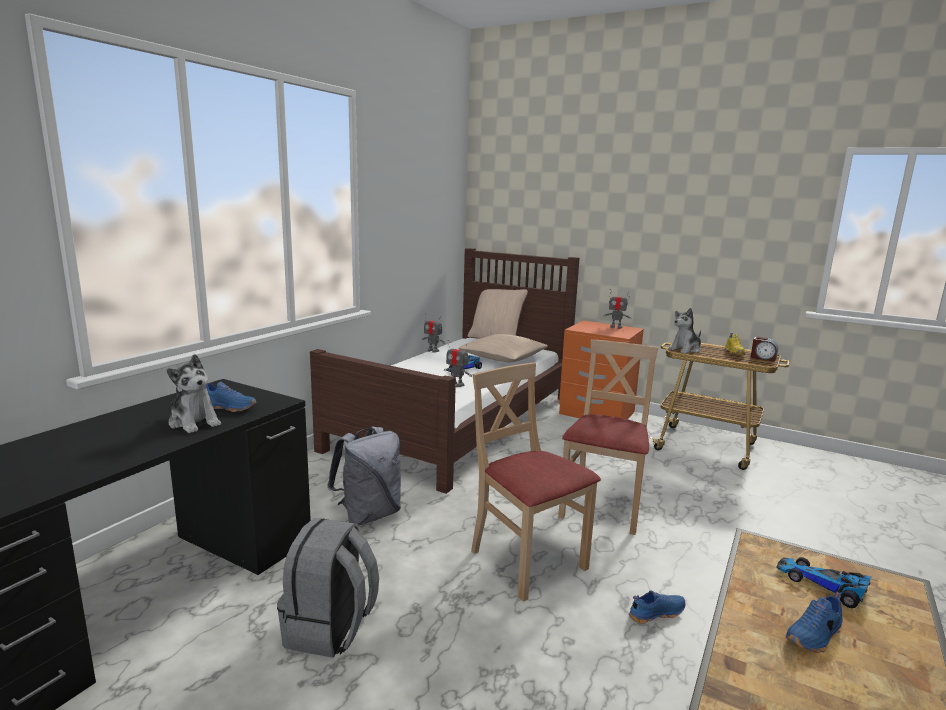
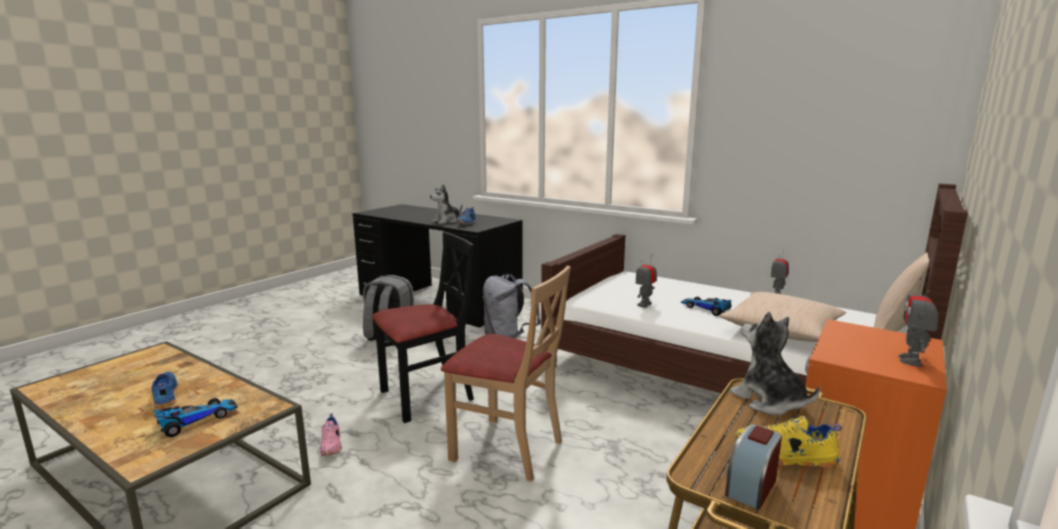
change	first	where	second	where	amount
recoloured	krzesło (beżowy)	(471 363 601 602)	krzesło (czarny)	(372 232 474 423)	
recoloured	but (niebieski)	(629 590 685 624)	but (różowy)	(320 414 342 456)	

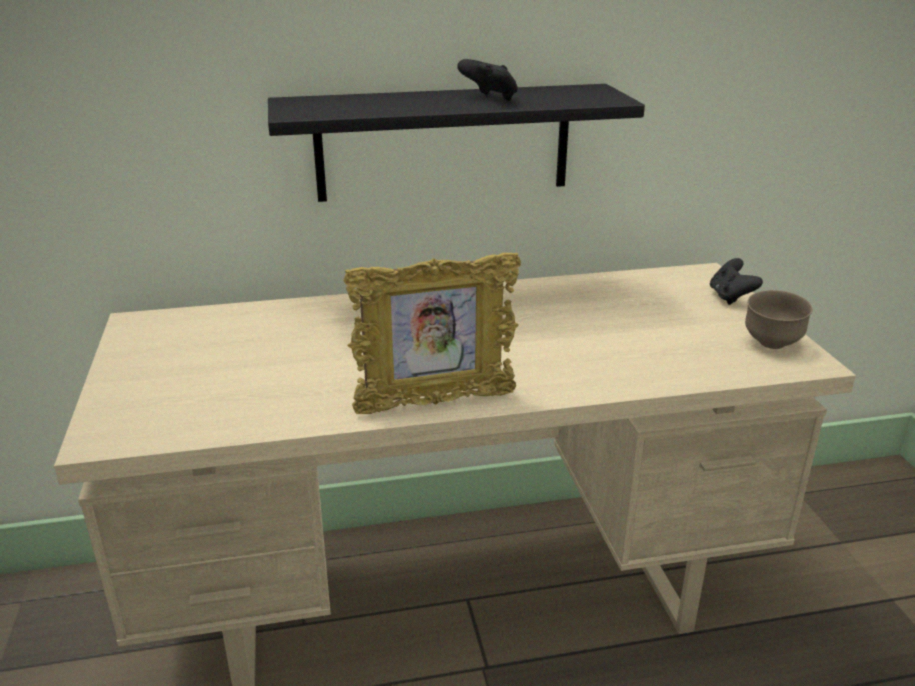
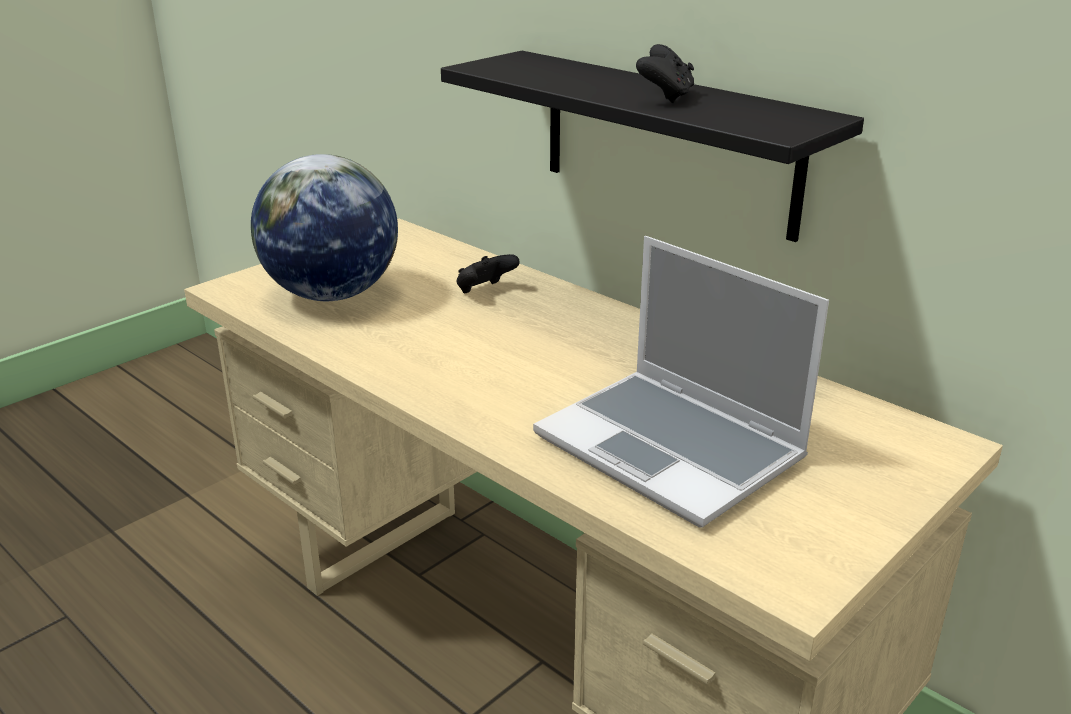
change	first	where	second	where	amount
removed	ramka na zdjęcie	(344 252 521 414)			
moved	pad do gier (czarny)	(710 258 763 305)		(456 254 520 293)	
removed	miska (brązowy)	(745 290 812 349)			
added			globus	(251 154 398 301)	
added			laptop	(533 236 829 528)	

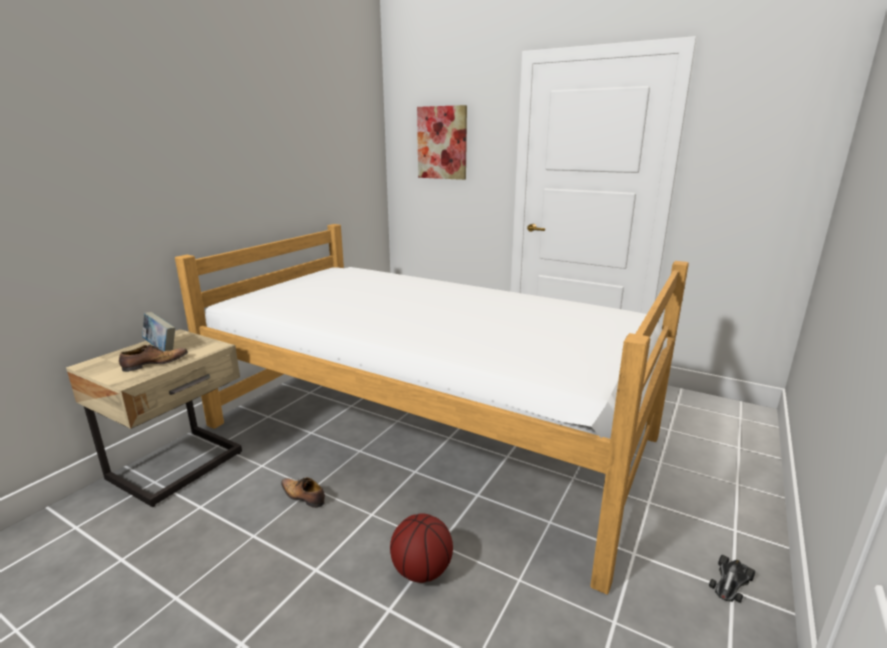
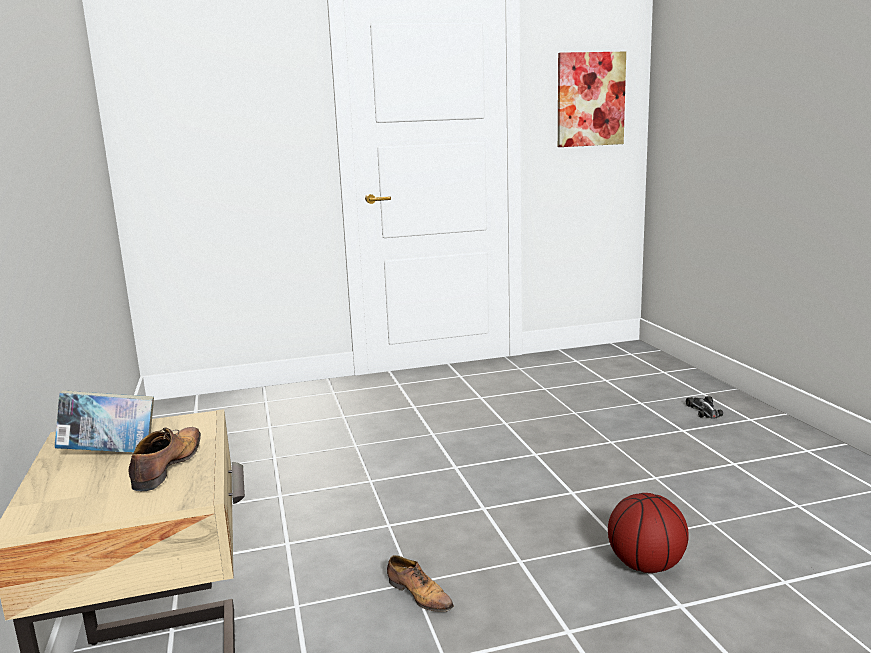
change	first	where	second	where	amount
moved	obraz	(417 105 467 180)		(558 52 626 147)	
removed	łóżko	(175 224 689 594)			
turned	but	(281 477 325 508)		(387 555 454 612)	120 degrees counterclockwise
moved	samochodzik	(709 555 755 603)		(686 396 723 418)	

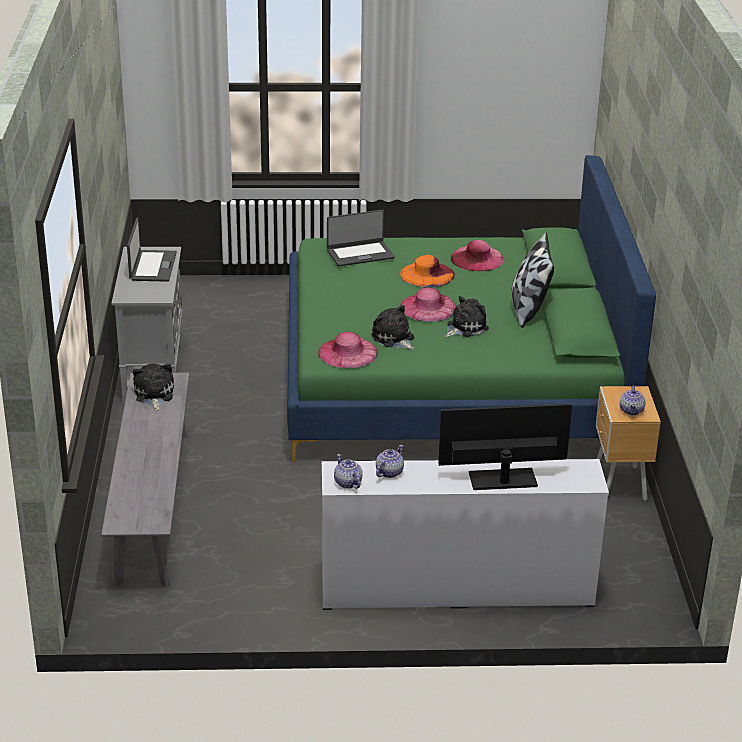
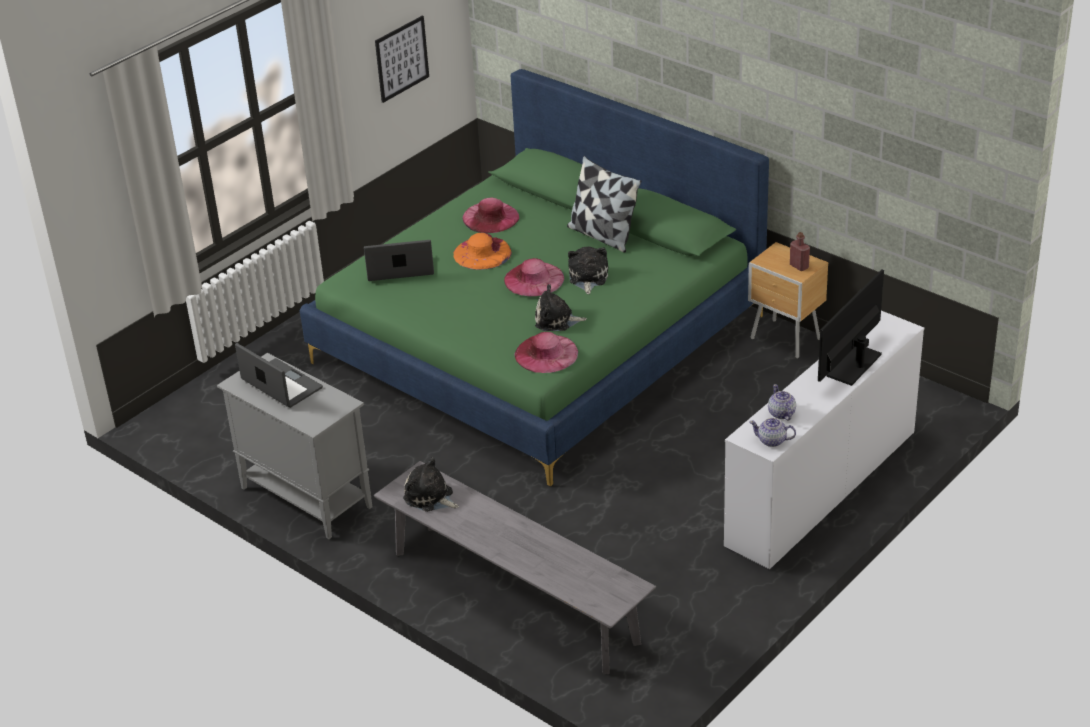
change	first	where	second	where	amount
turned	laptop	(327 209 395 266)		(364 240 434 281)	120 degrees counterclockwise
replaced	imbryk	(620 386 646 415)	butelka (czerwony)	(790 232 810 271)	
added			obraz	(375 16 429 103)	

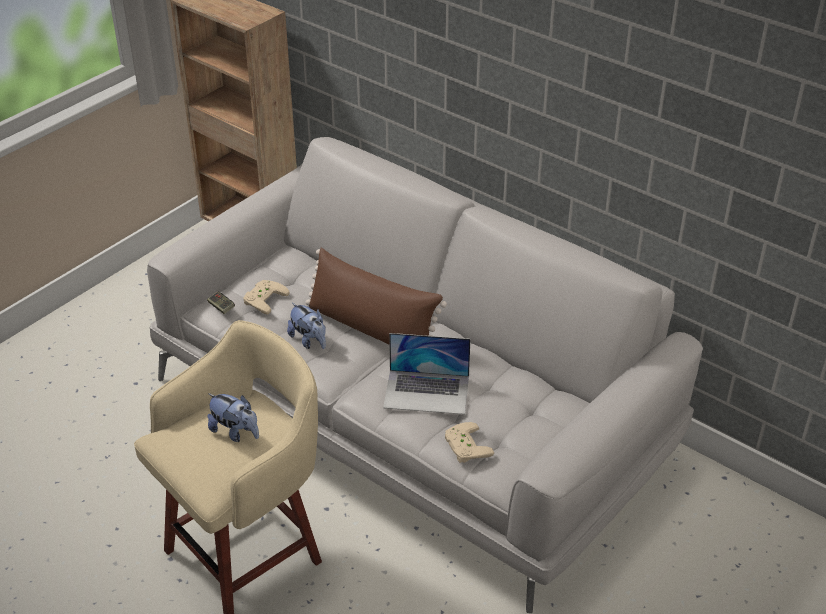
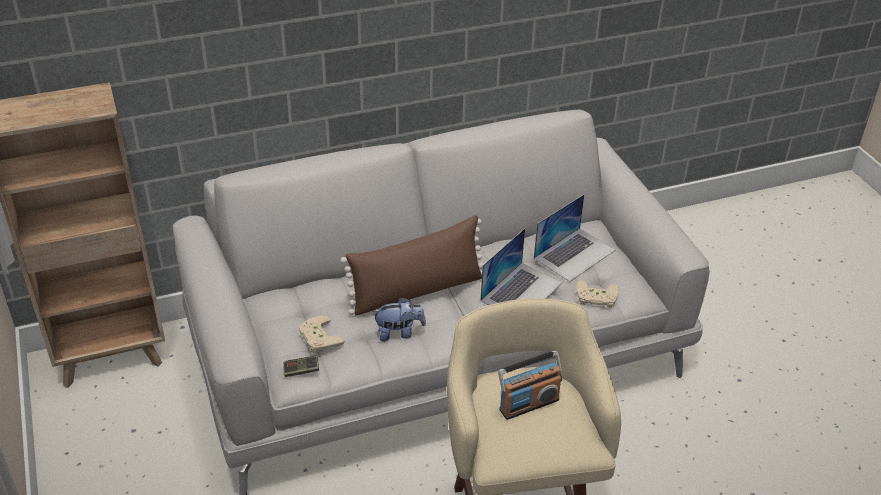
change	first	where	second	where	amount
replaced	pluszak	(207 393 259 442)	radio	(498 350 562 420)	
added			laptop	(534 194 615 282)	

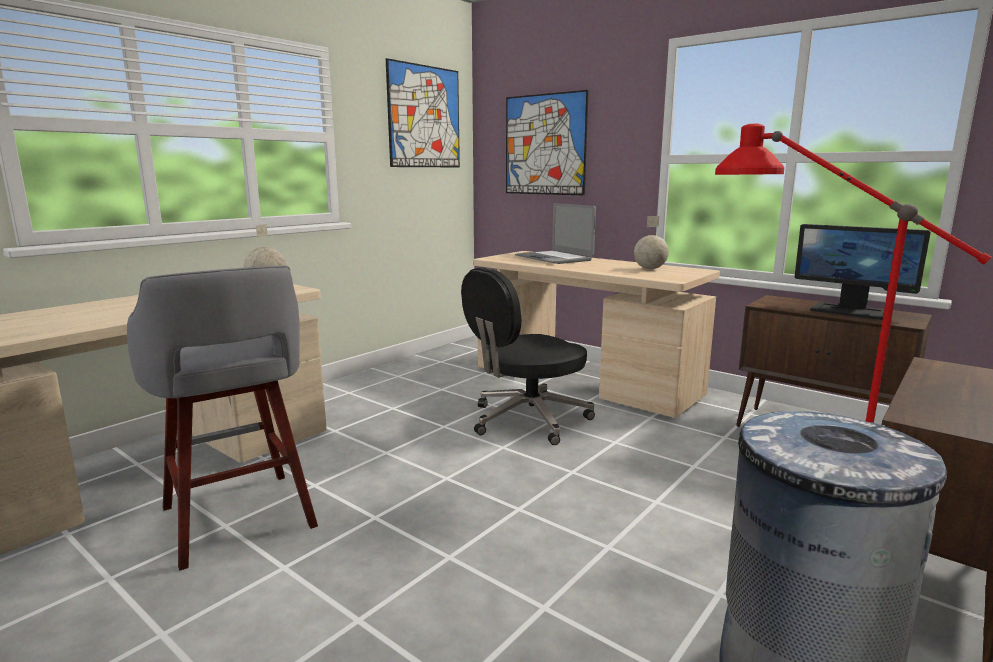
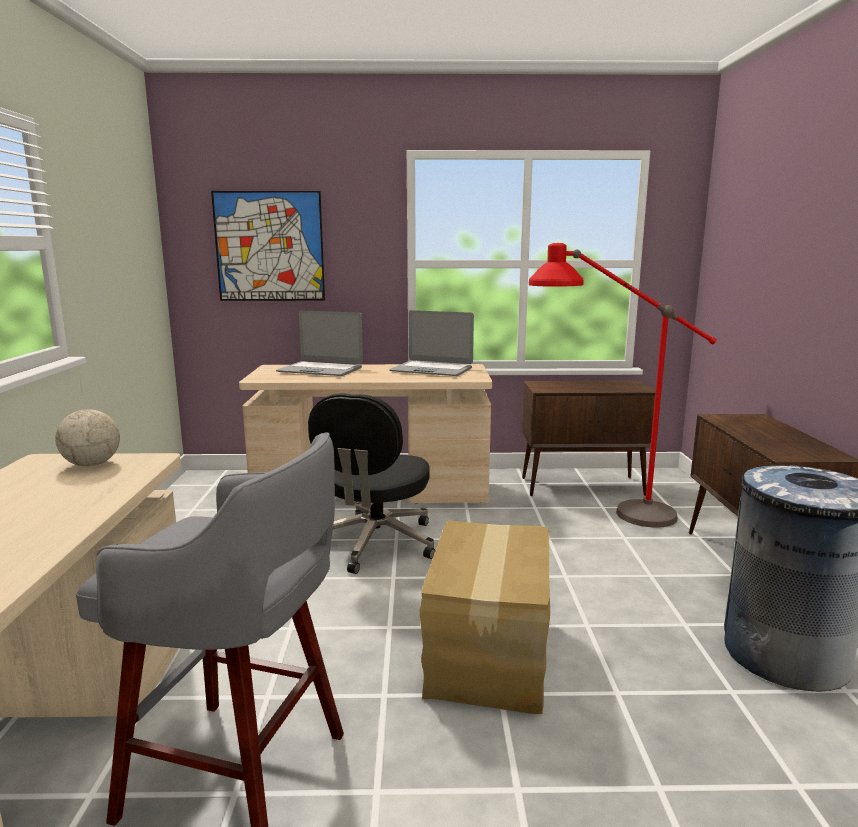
change	first	where	second	where	amount
removed	obraz	(386 58 460 167)			
replaced	globus	(634 216 669 269)	laptop	(389 310 474 376)	
removed	monitor	(795 224 931 320)			
added			karton	(420 520 550 714)	

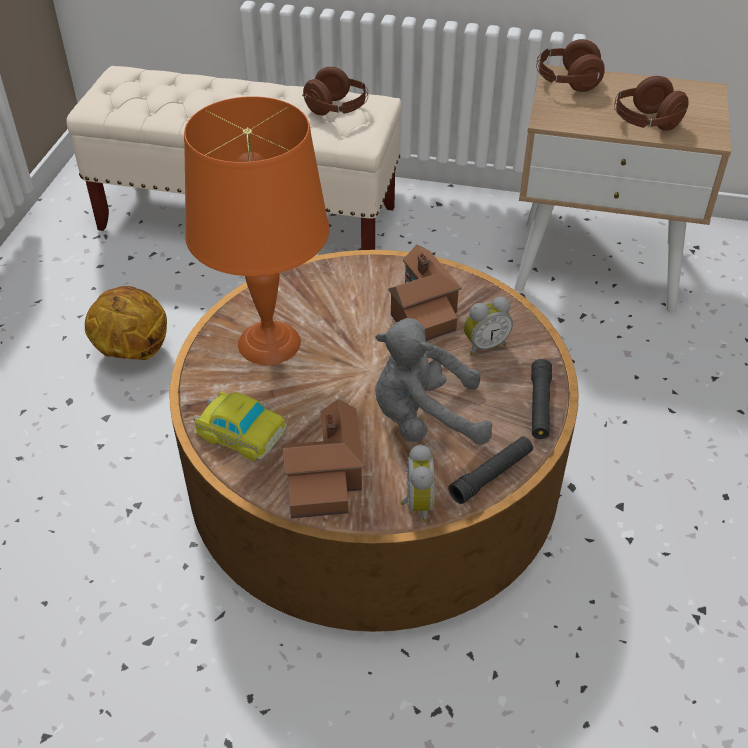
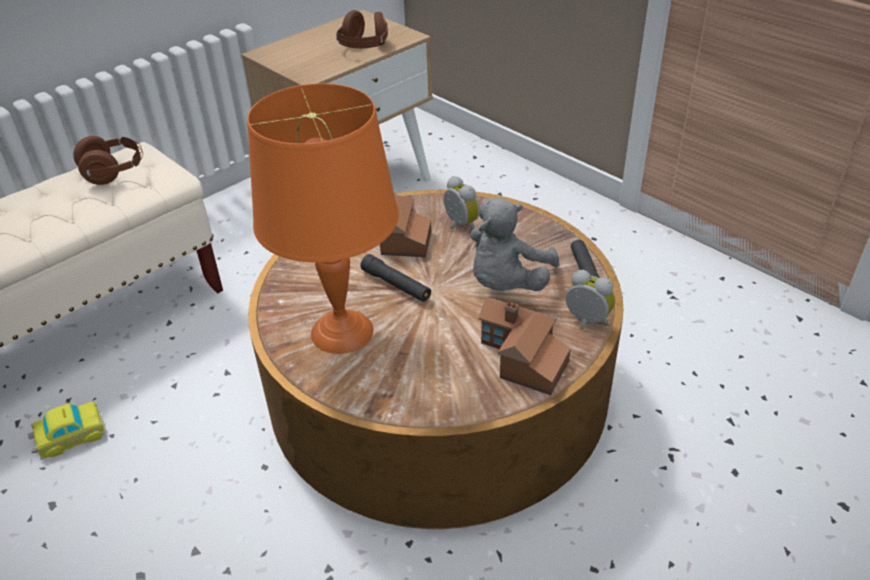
change	first	where	second	where	amount
removed	słuchawki (brązowy)	(536 39 605 92)			
removed	piłka do koszykówki	(85 286 167 360)			
turned	budzik	(464 297 513 355)		(444 176 480 230)	45 degrees counterclockwise
moved	latarka (czarny)	(531 359 552 439)		(360 254 431 302)	
moved	samochodzik	(193 391 287 461)		(27 402 106 460)	

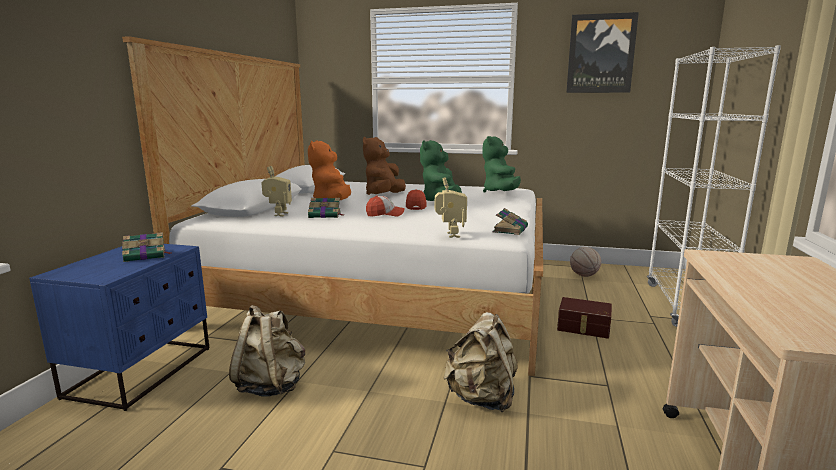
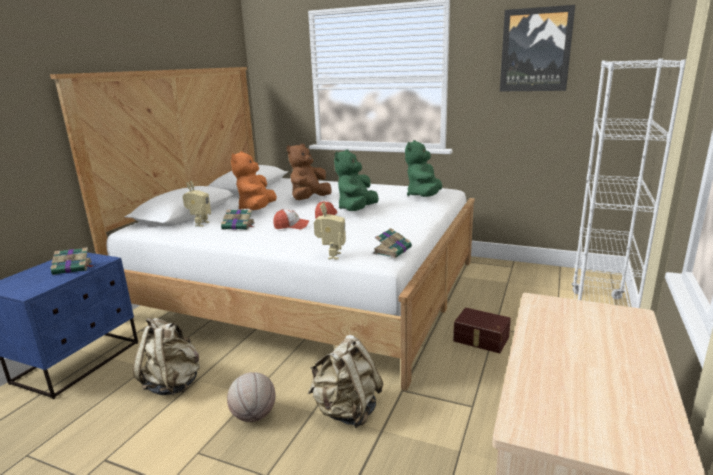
change	first	where	second	where	amount
moved	piłka do koszykówki	(570 247 601 277)		(227 372 275 422)	

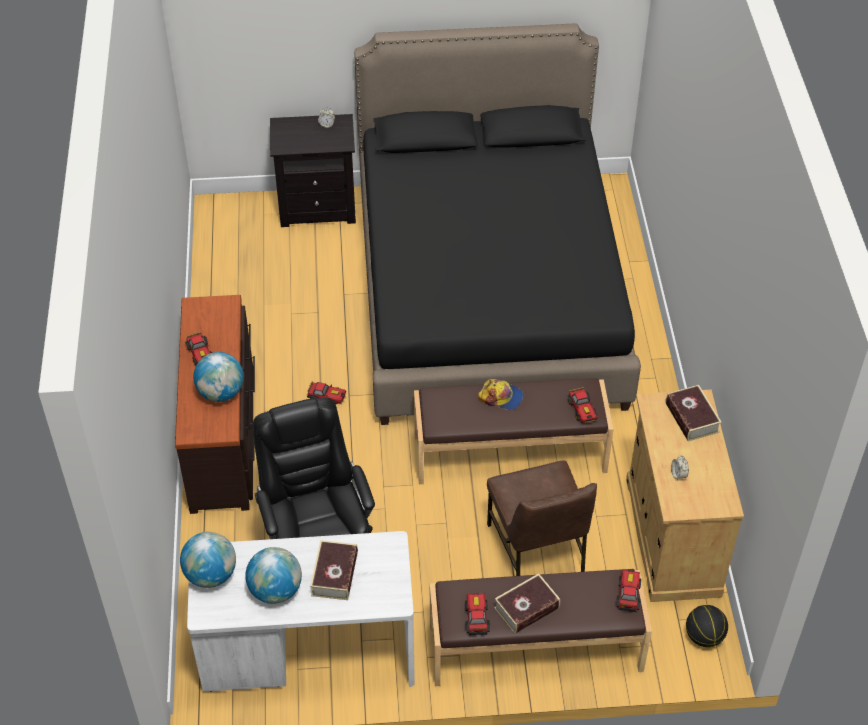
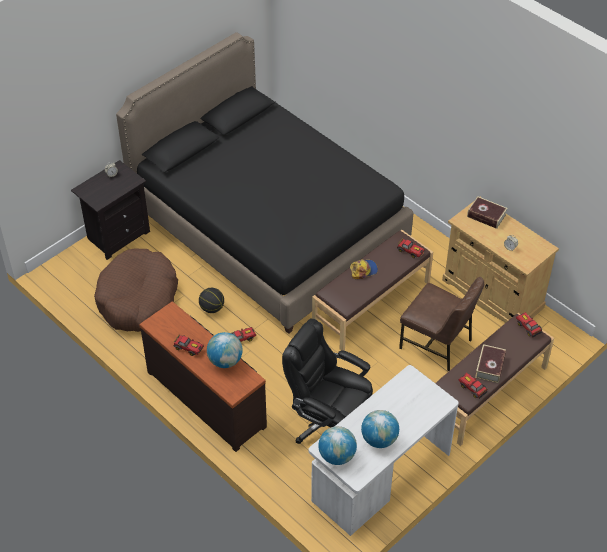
change	first	where	second	where	amount
removed	książka	(310 540 358 600)			
moved	piłka do koszykówki	(686 605 728 647)		(199 288 224 313)	
added			legowisko (brązowy)	(94 249 178 332)	

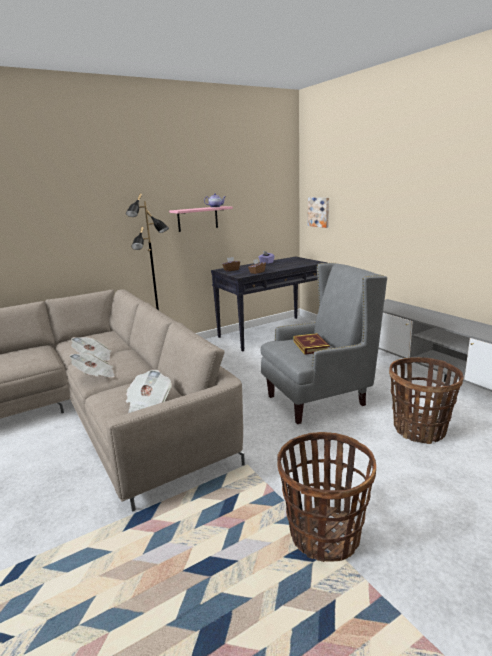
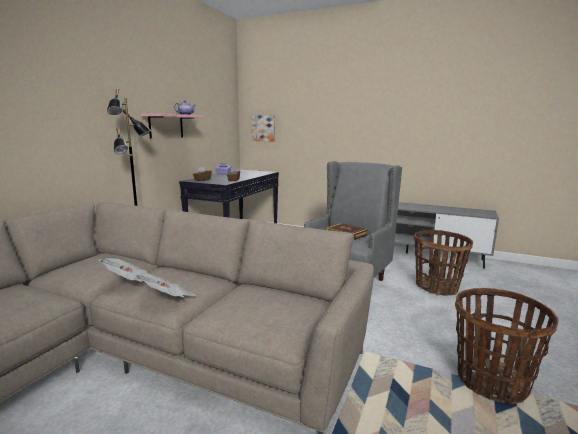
change	first	where	second	where	amount
removed	gazeta	(125 370 172 413)			

